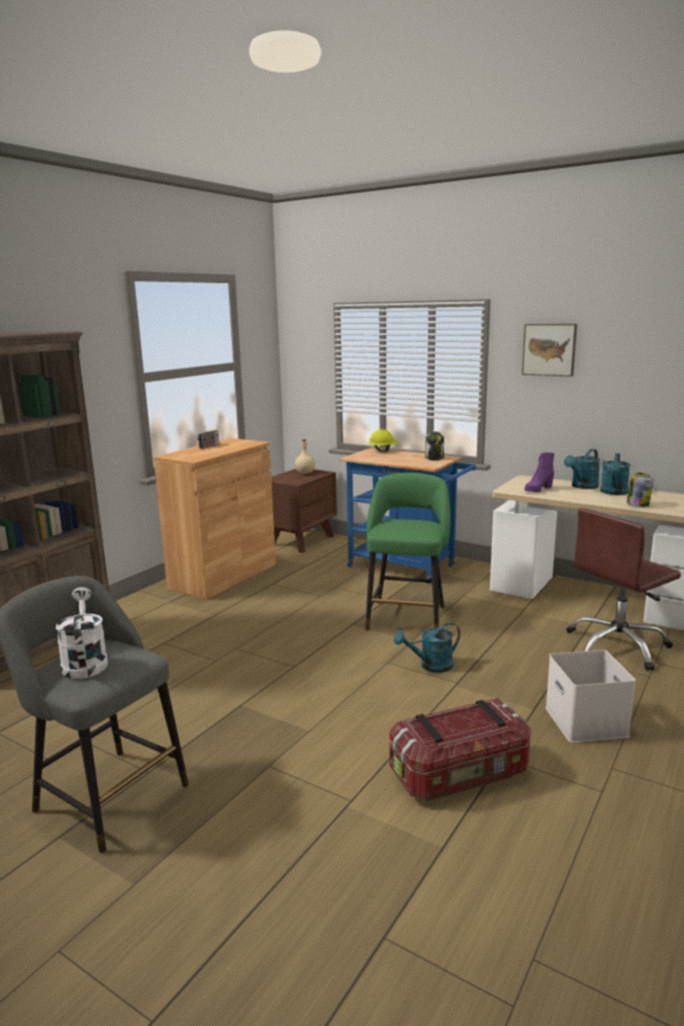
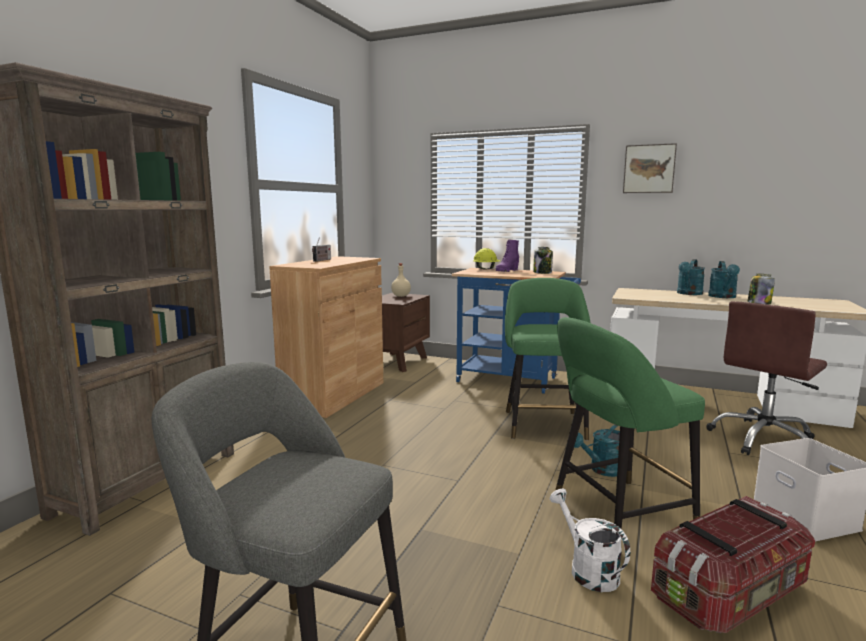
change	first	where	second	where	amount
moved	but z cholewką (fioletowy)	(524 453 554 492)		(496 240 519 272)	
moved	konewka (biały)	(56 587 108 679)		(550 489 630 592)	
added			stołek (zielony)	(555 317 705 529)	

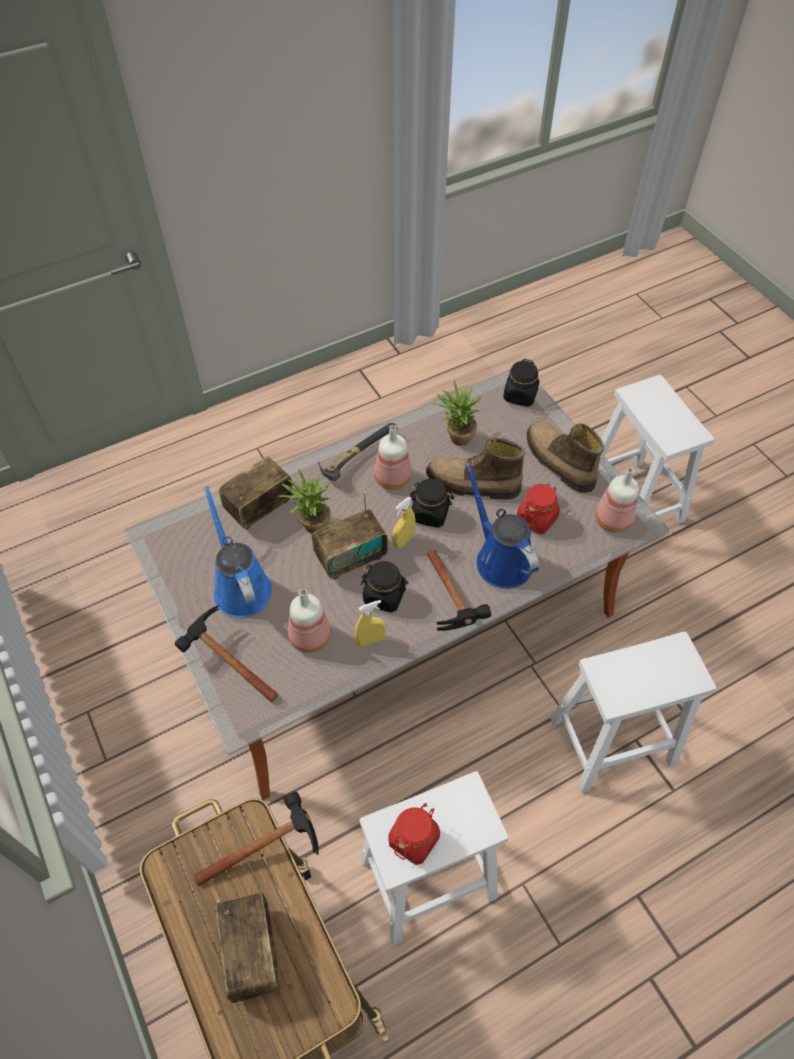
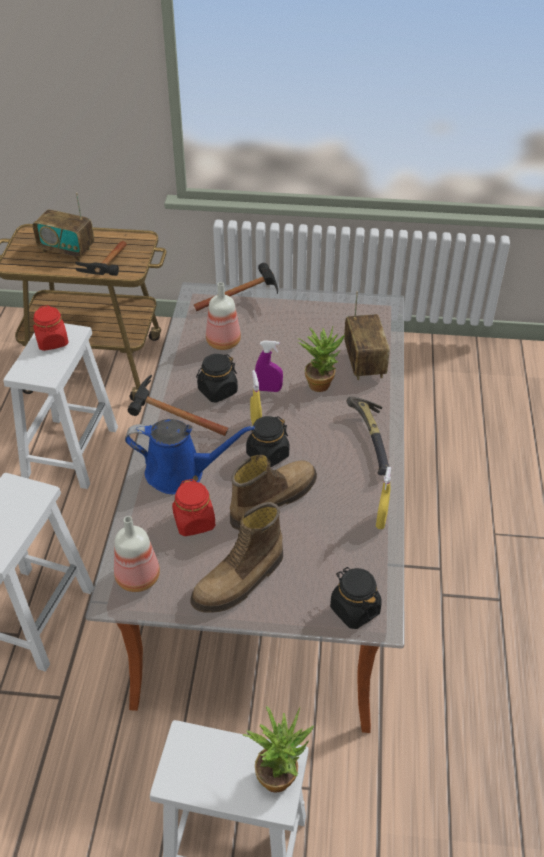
change	first	where	second	where	amount
moved	roślina doniczkowa	(433 381 483 446)		(243 706 314 793)	
turned	but z cholewką	(527 421 604 493)		(190 502 283 613)	135 degrees clockwise
removed	butelka	(374 425 412 490)			
removed	konewka (niebieski)	(204 486 272 618)			
replaced	radio	(312 492 388 580)	spryskiwacz (fioletowy)	(255 340 283 392)	
moved	spryskiwacz (żółty)	(355 600 386 647)		(376 467 391 529)	

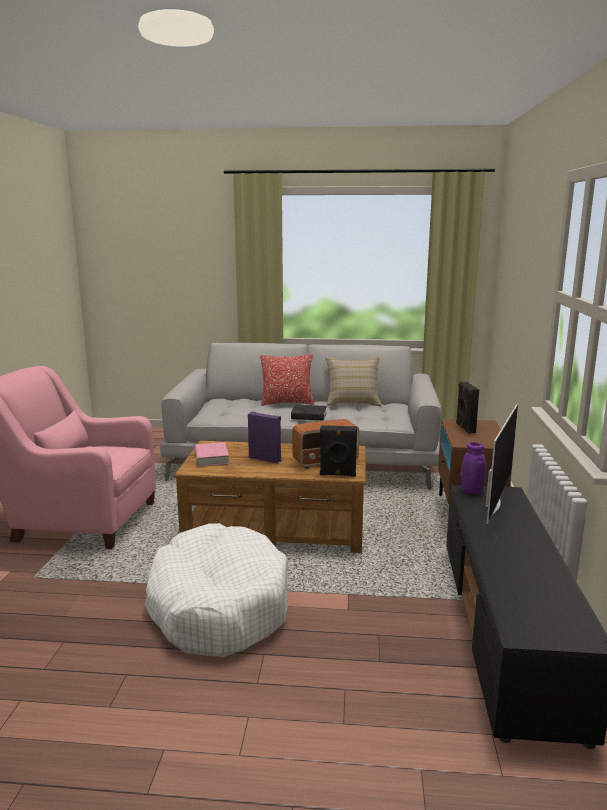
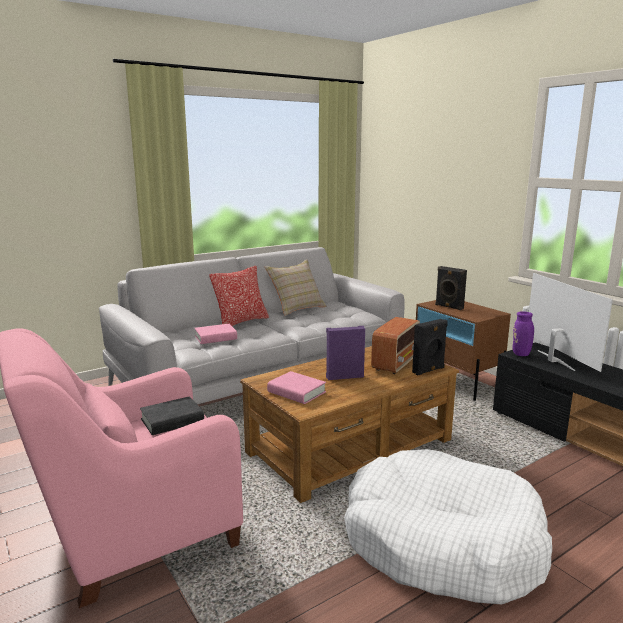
change	first	where	second	where	amount
moved	książka (czarny)	(291 405 327 421)		(140 396 204 435)	
added			książka (różowy)	(194 324 237 344)	

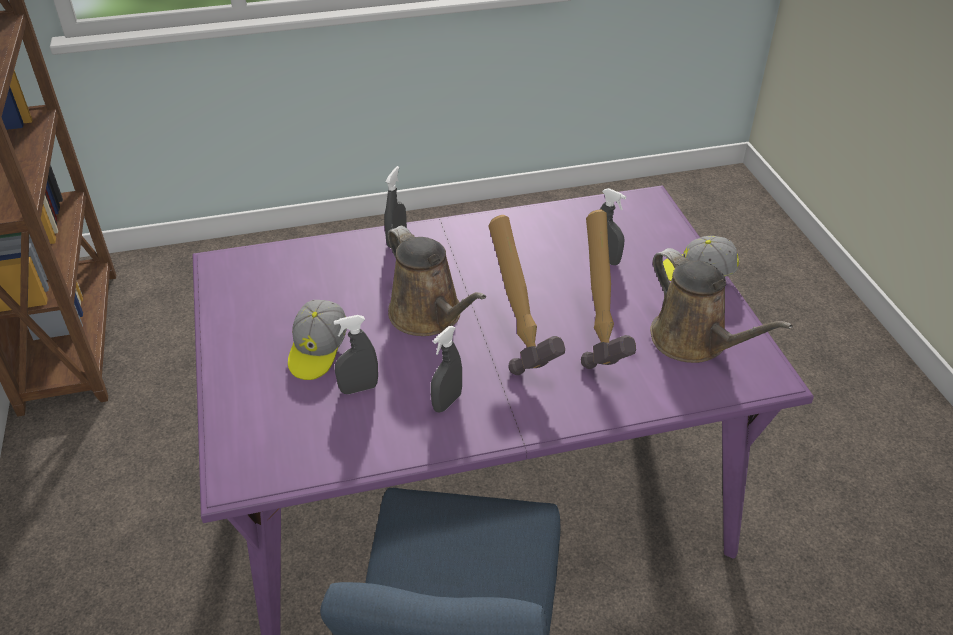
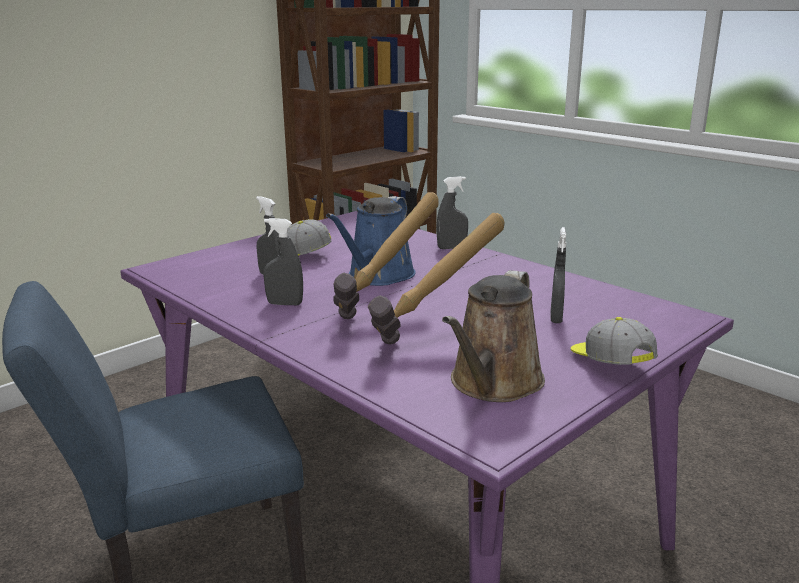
change	first	where	second	where	amount
recoloured	konewka (brązowy)	(387 226 486 336)	konewka (niebieski)	(326 196 416 286)	

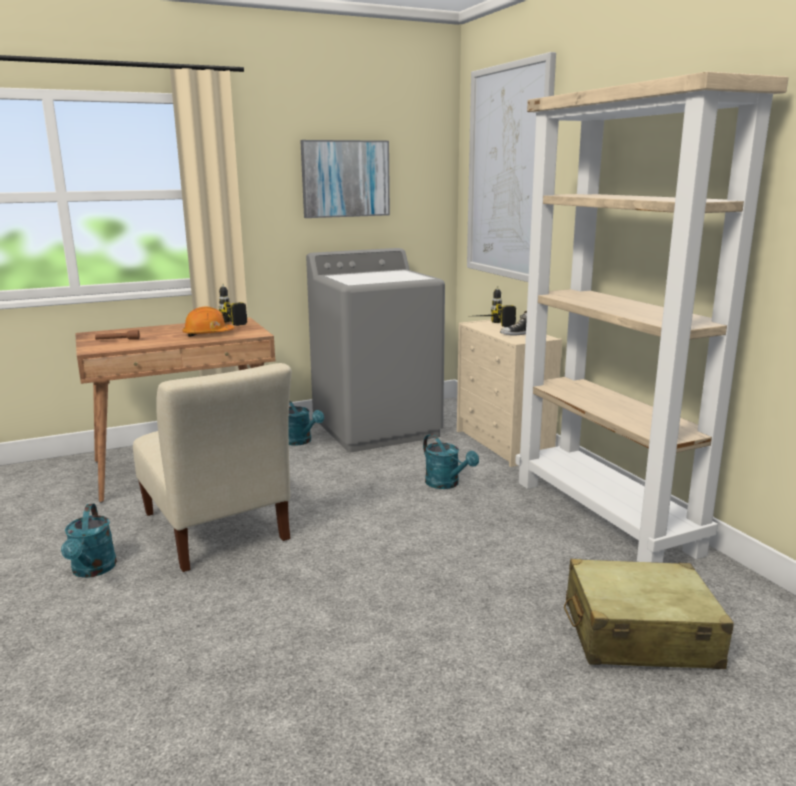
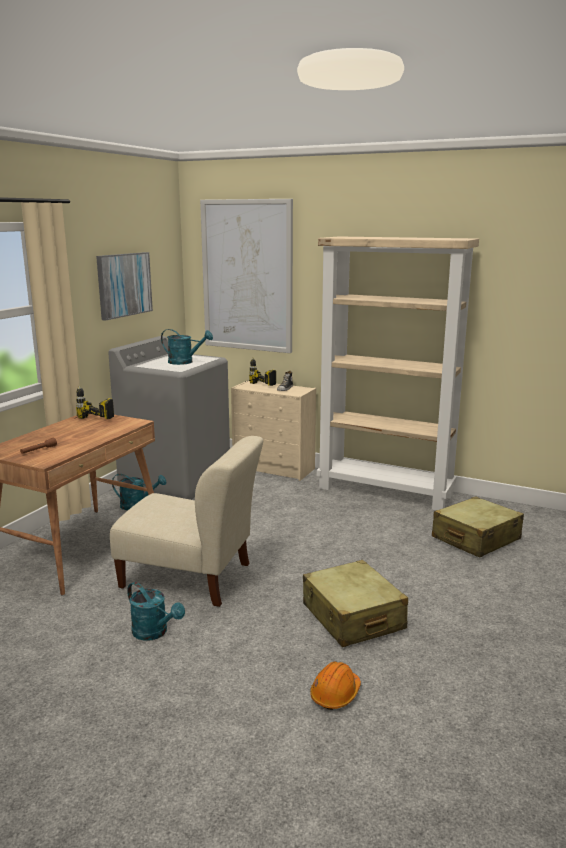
change	first	where	second	where	amount
moved	kask (pomarańczowy)	(182 306 234 337)		(310 661 361 710)	
moved	konewka (turkusowy)	(423 434 479 489)		(161 329 213 365)	
added			walizka (beżowy)	(303 560 408 647)	

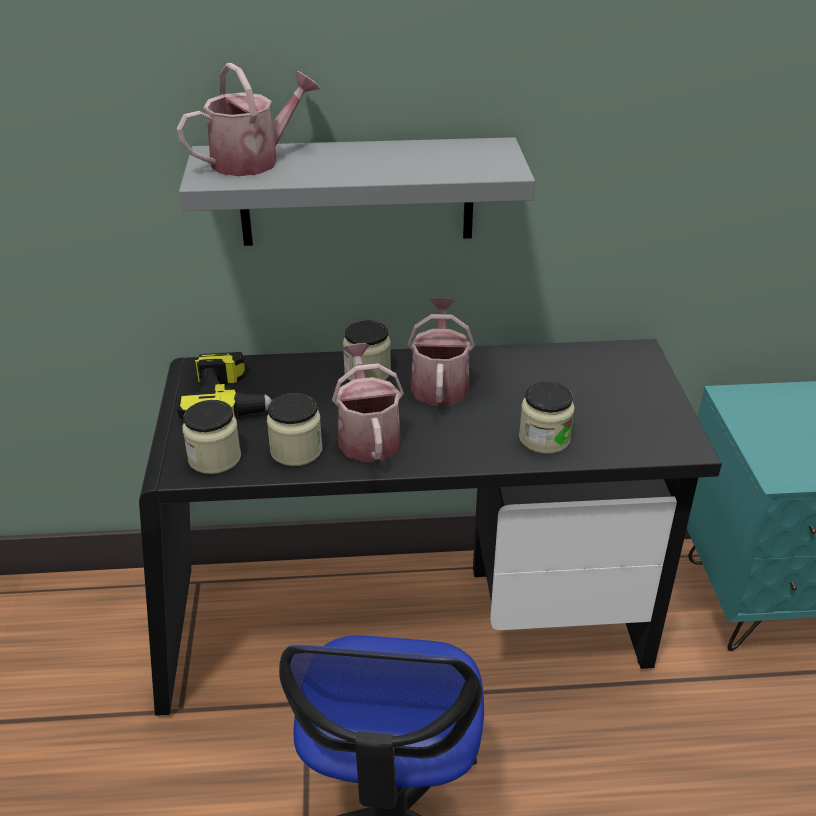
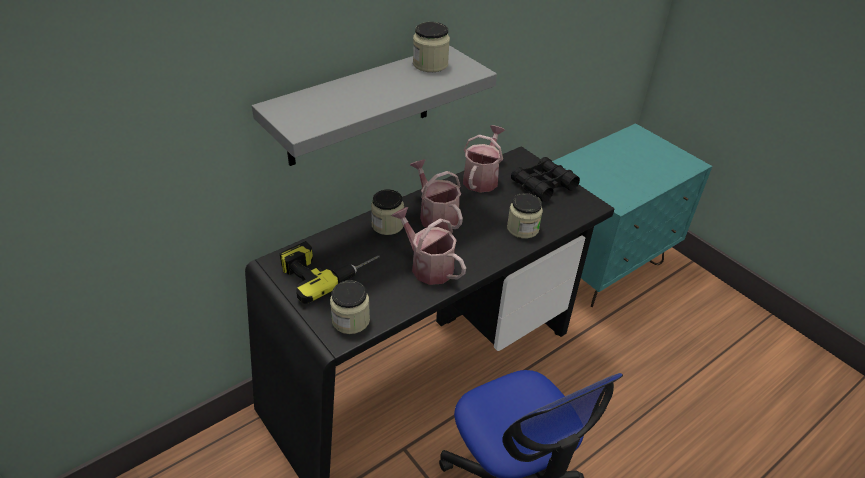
change	first	where	second	where	amount
moved	konewka	(176 63 320 176)		(463 125 505 193)	
moved	słoik	(267 393 322 466)		(413 22 450 72)	
added			lornetka (czarny)	(511 157 580 202)	

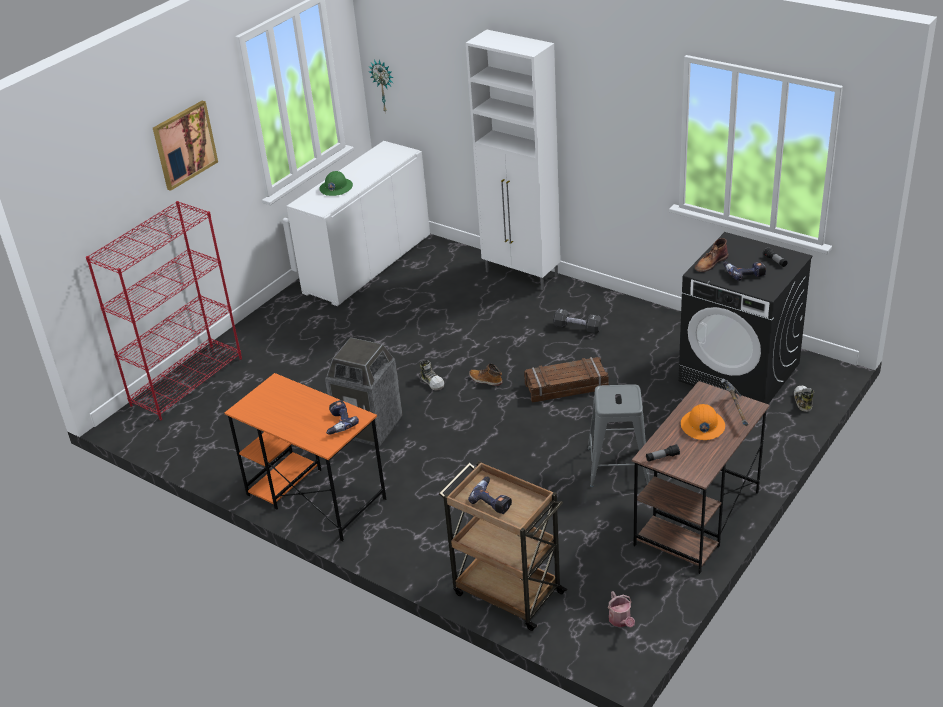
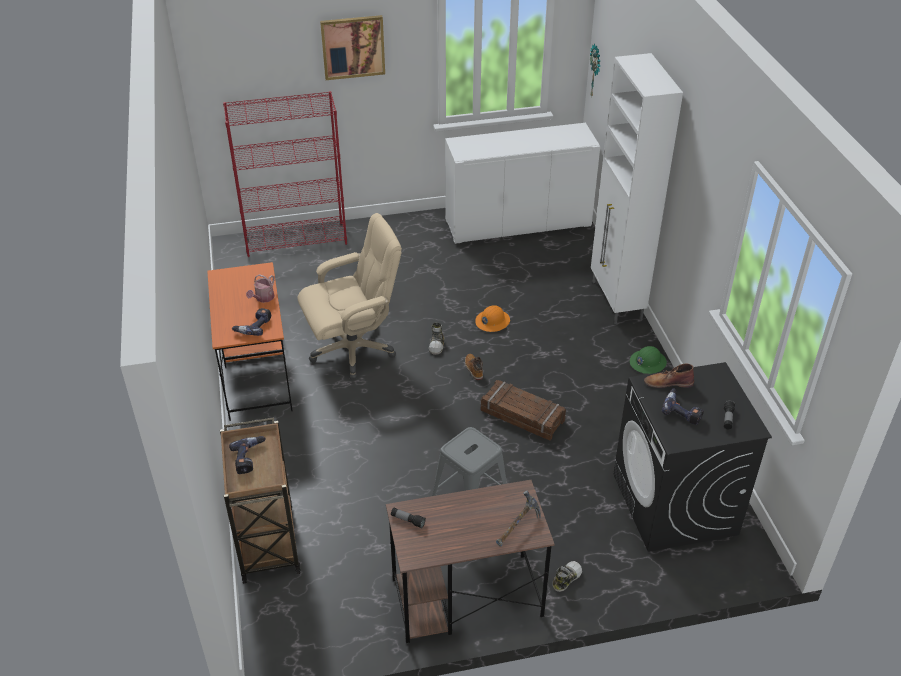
change	first	where	second	where	amount
moved	kask (zielony)	(319 171 353 196)		(630 346 667 374)	
removed	hantel (czarny)	(553 309 602 334)			
replaced	kosz na śmieci	(325 337 403 447)	krzesło biurowe (beżowy)	(297 213 402 380)	
moved	but	(794 385 814 412)		(553 561 582 592)	
moved	kask (pomarańczowy)	(681 404 725 440)		(475 305 510 332)	
moved	konewka	(608 591 635 628)		(246 274 275 303)	

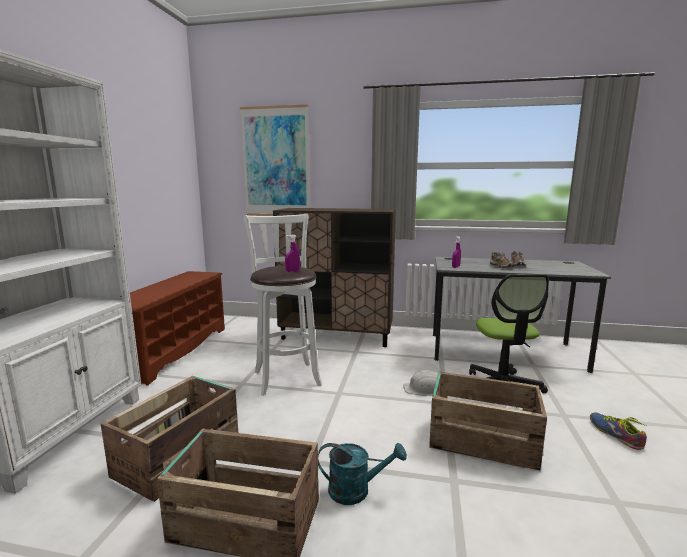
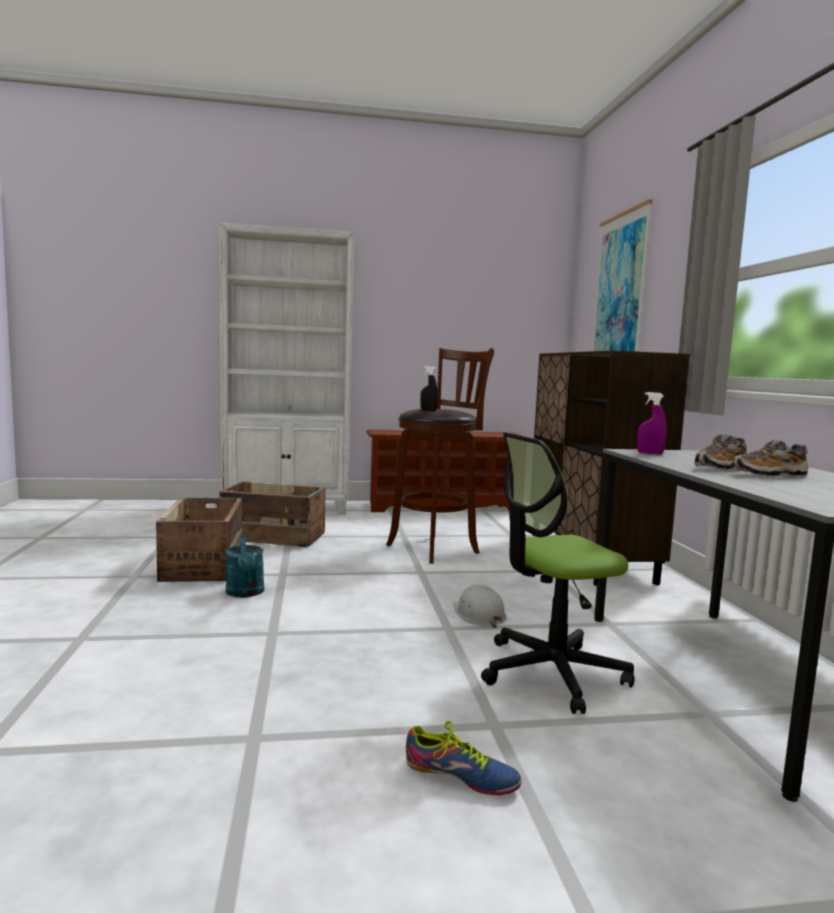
change	first	where	second	where	amount
recoloured	stołek (biały)	(243 214 322 396)	stołek (brązowy)	(386 348 494 564)	
recoloured	spryskiwacz (fioletowy)	(285 234 300 272)	spryskiwacz (czarny)	(420 366 438 411)	
removed	skrzynka	(429 371 547 470)			
turned	but	(590 413 647 450)		(406 721 522 795)	60 degrees clockwise

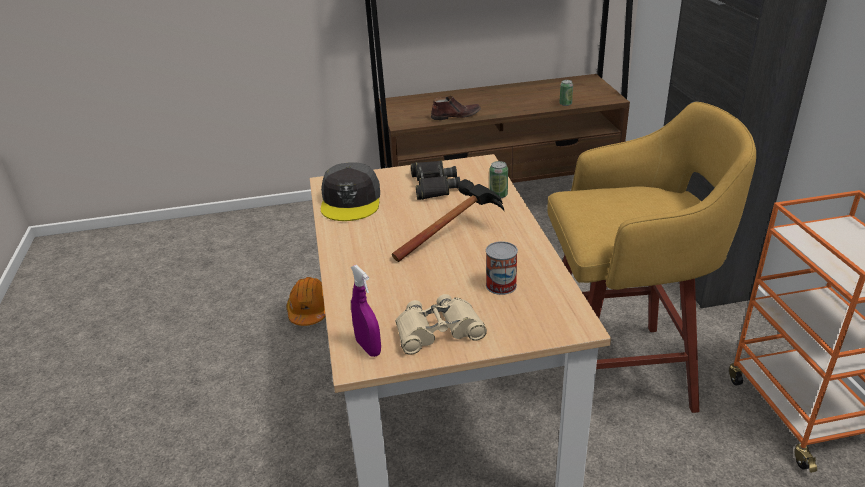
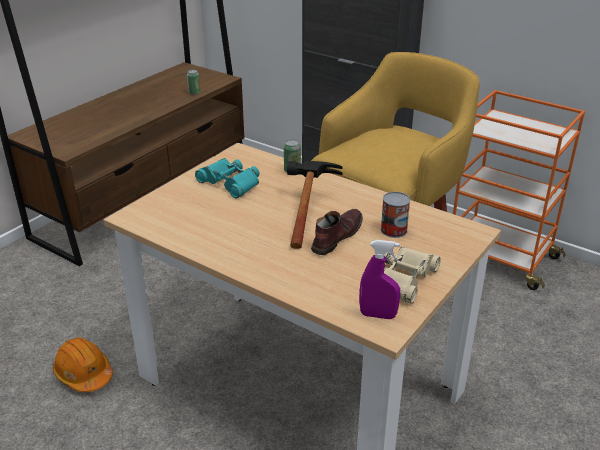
change	first	where	second	where	amount
moved	but (brązowy)	(431 96 481 120)		(311 209 363 255)	
recoloured	lornetka (czarny)	(411 160 461 200)	lornetka (turkusowy)	(195 158 260 198)	
removed	czapka z daszkiem (szary)	(320 162 380 221)			

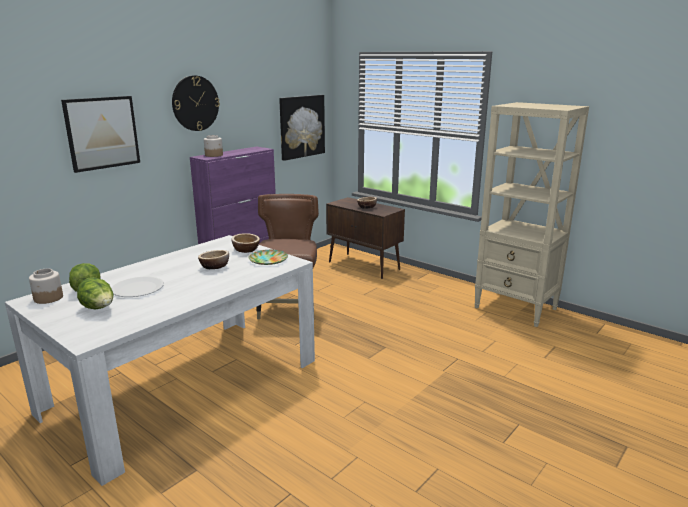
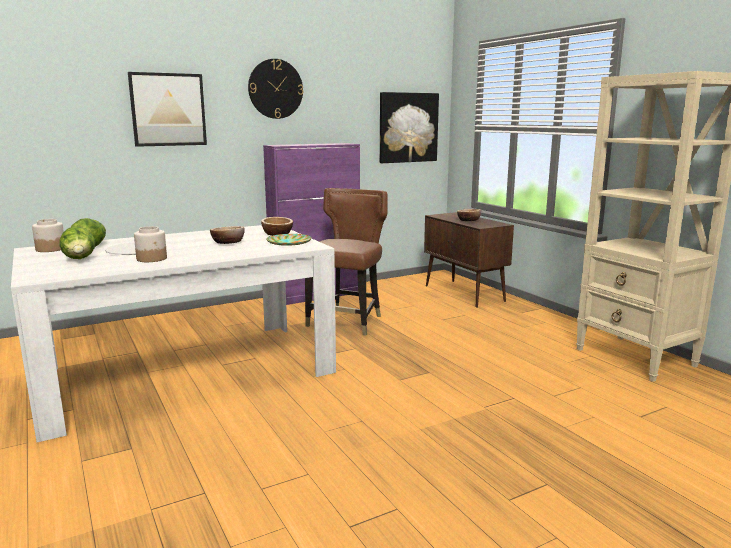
change	first	where	second	where	amount
moved	słoik	(204 135 223 157)		(134 226 167 262)	

